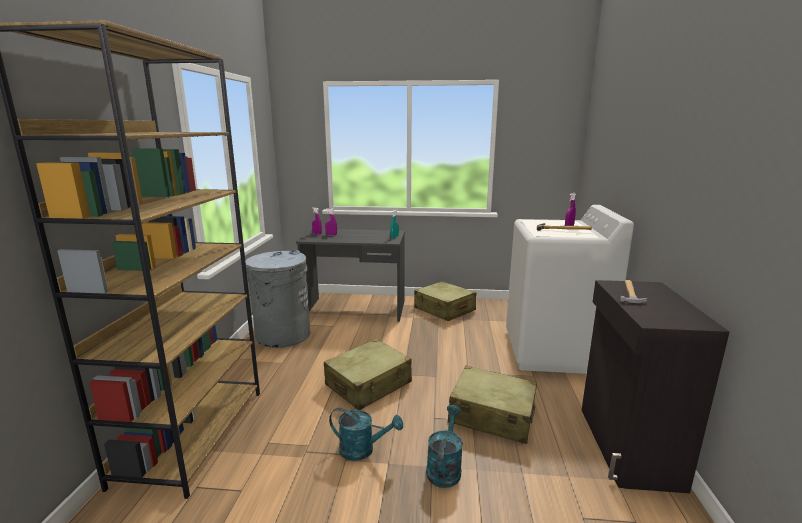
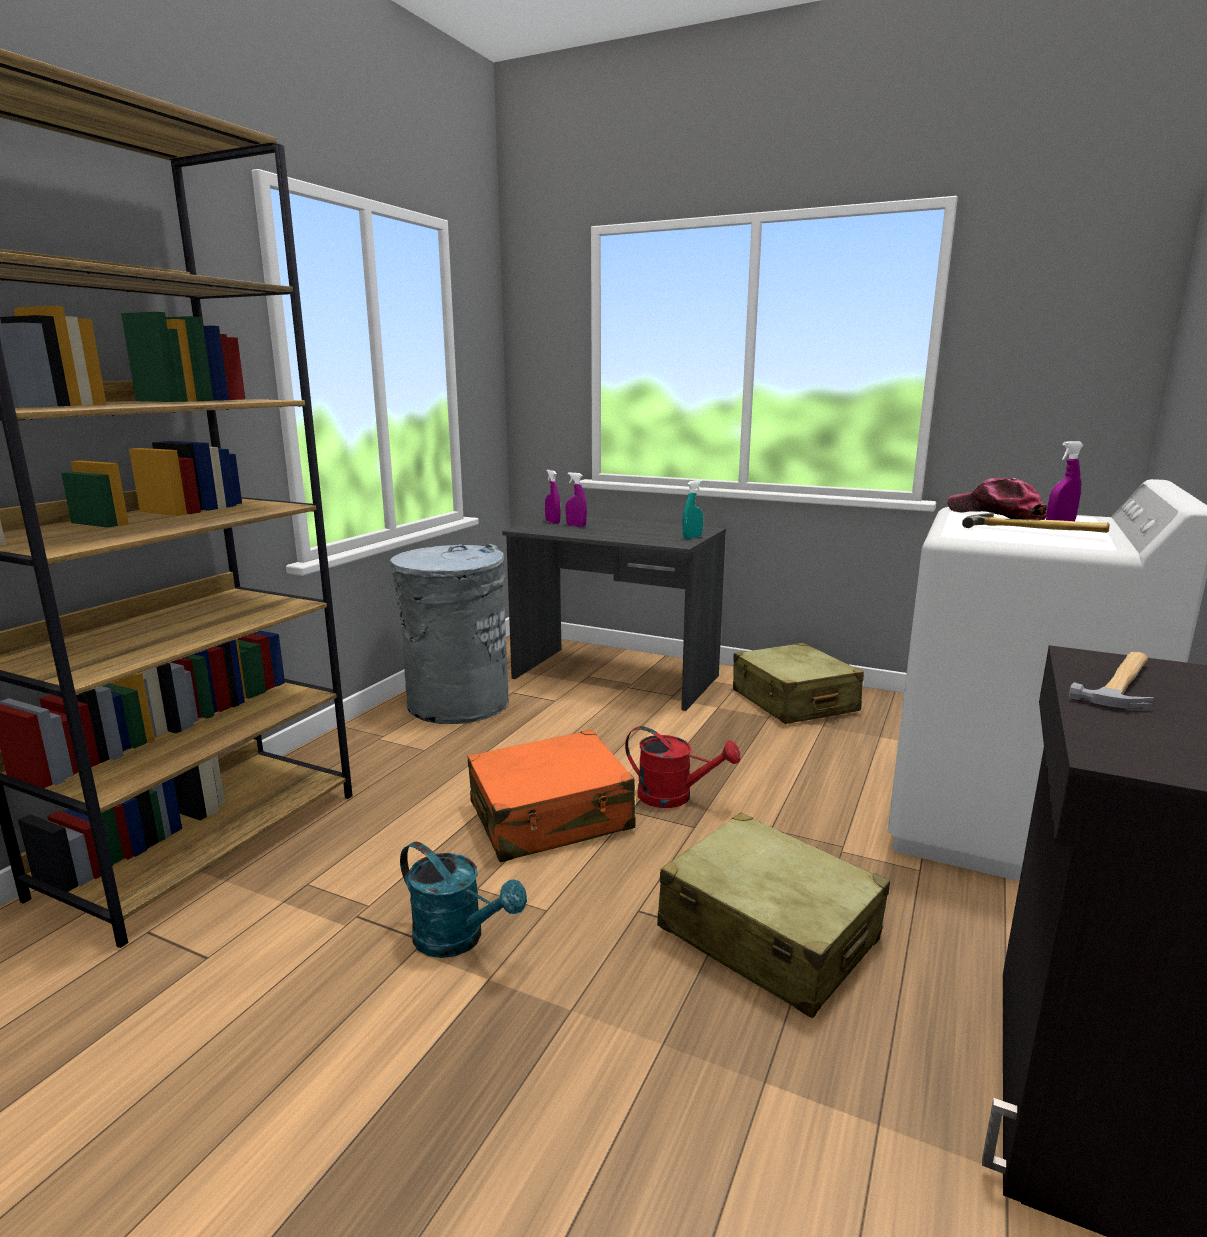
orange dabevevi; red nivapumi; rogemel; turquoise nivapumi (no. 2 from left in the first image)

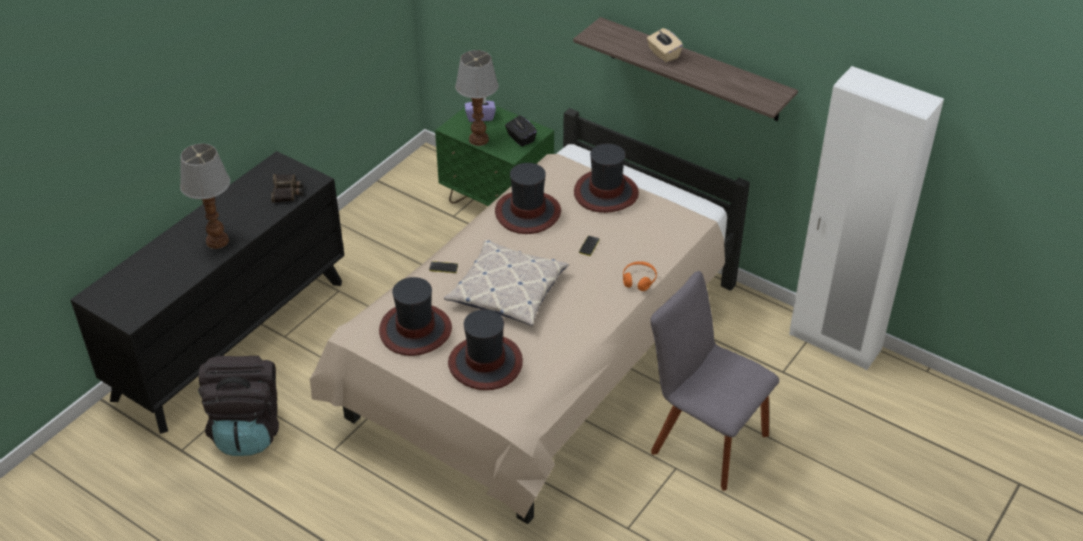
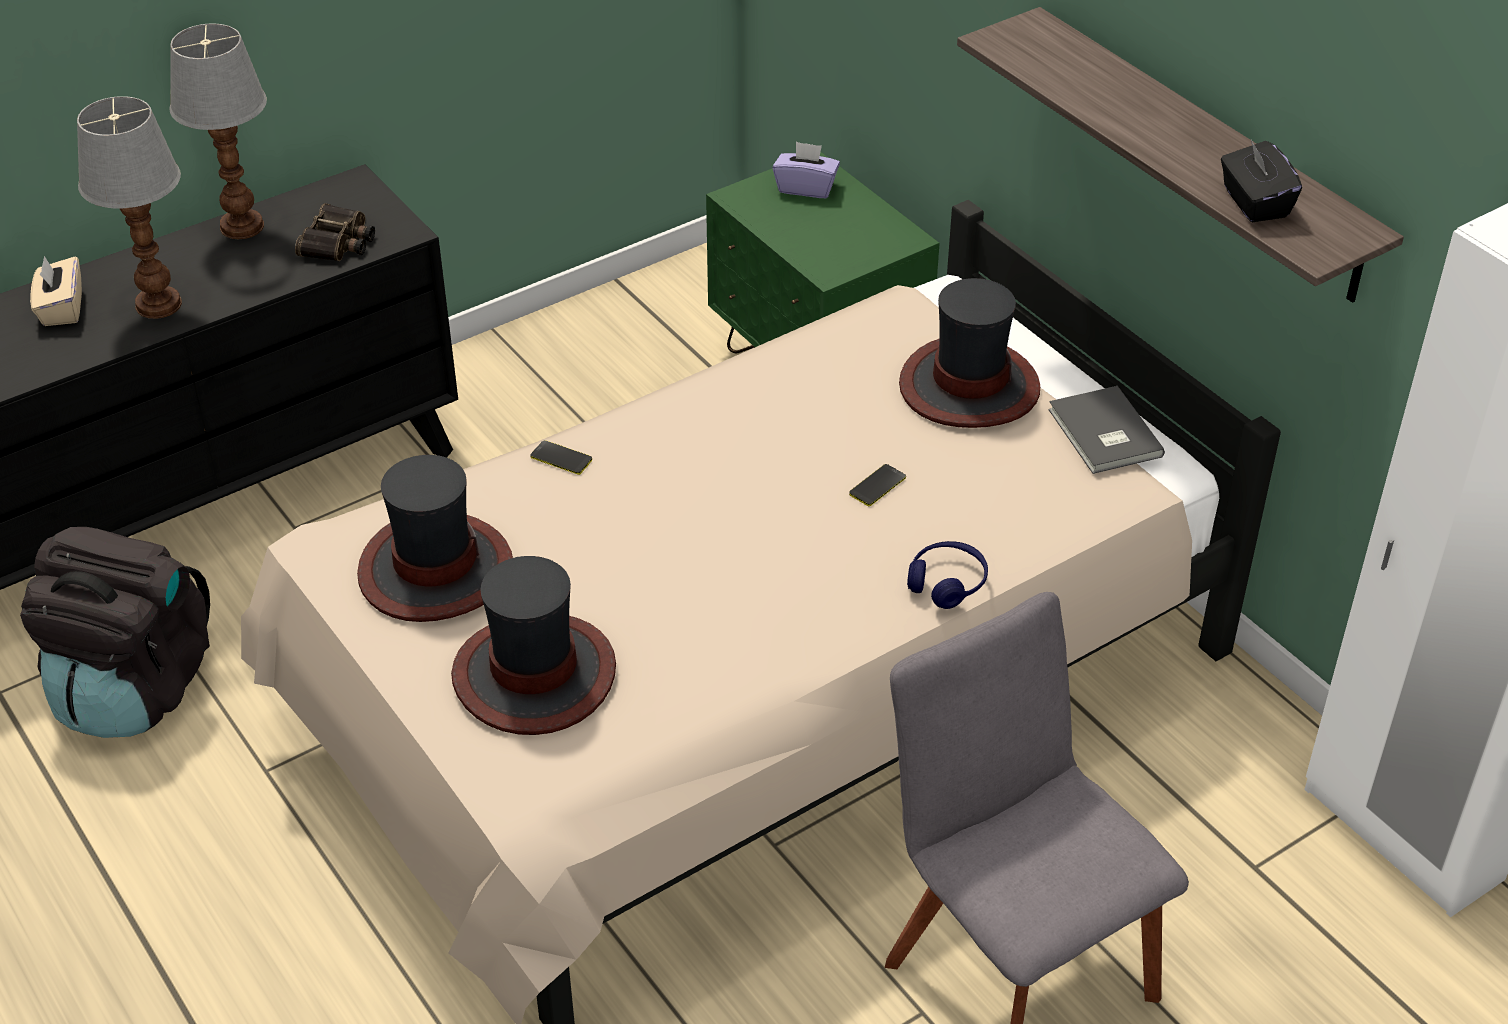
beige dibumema; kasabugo (no. 2 from left); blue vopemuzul; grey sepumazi; black dibumema; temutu; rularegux (no. 3 from left in the first image)

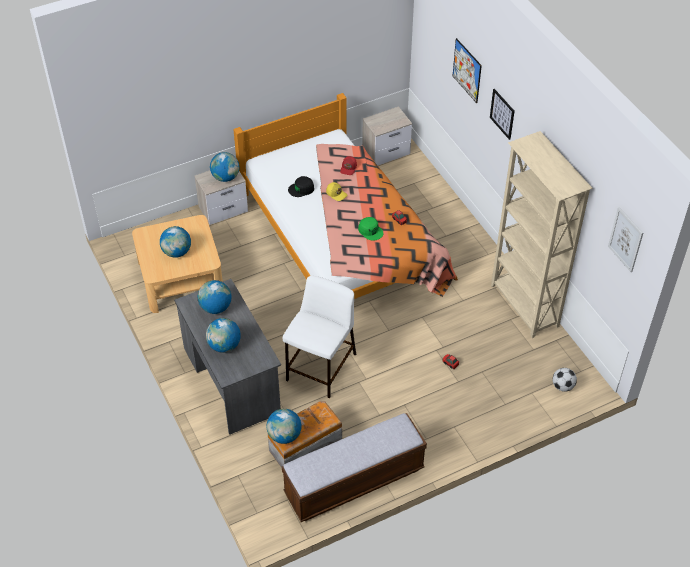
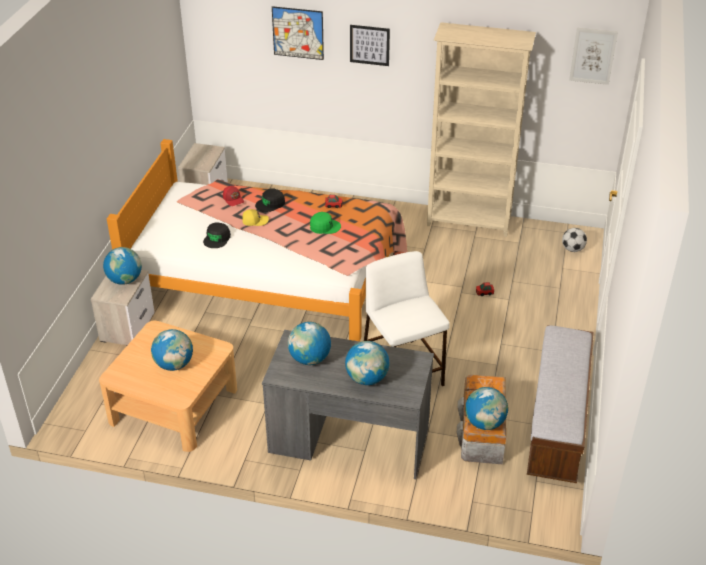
black rogemel (no. 2 from left)

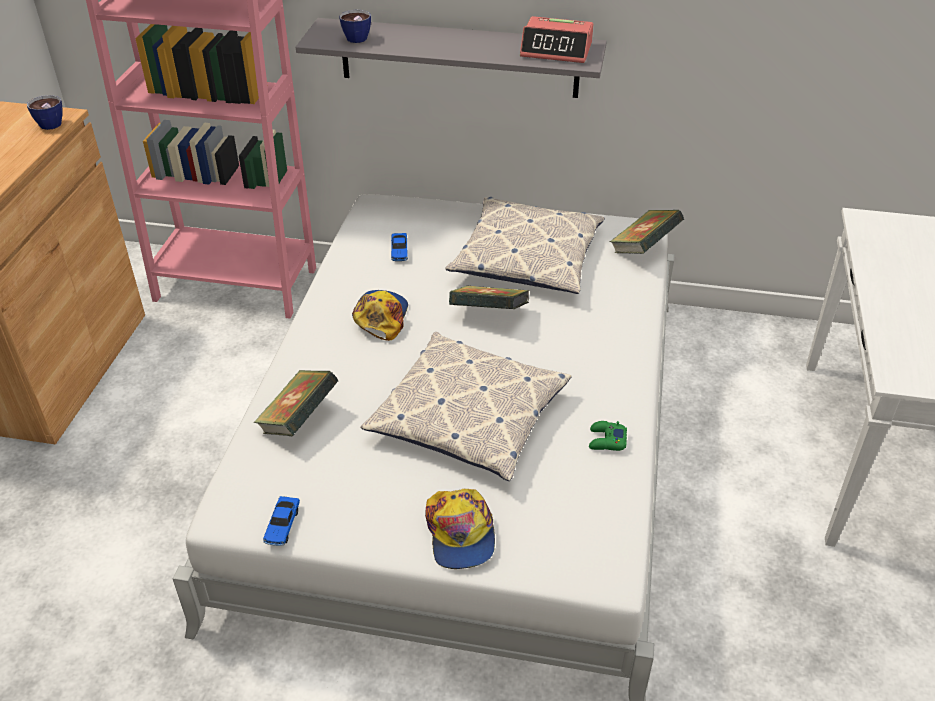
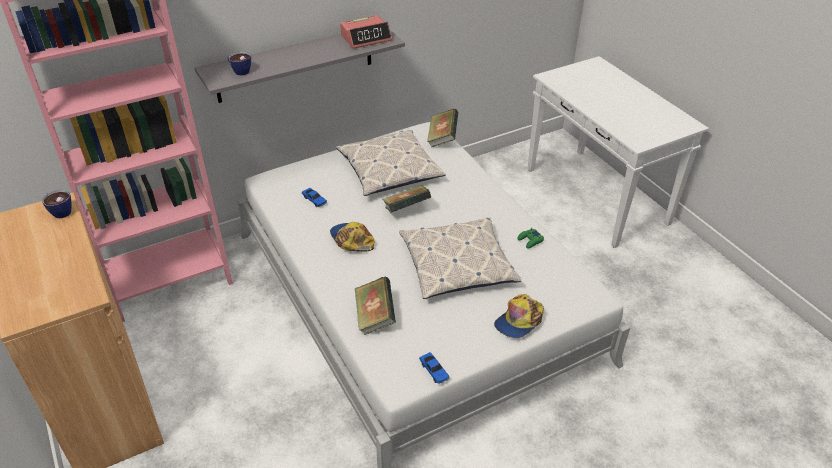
rogemel (no. 2 from left)

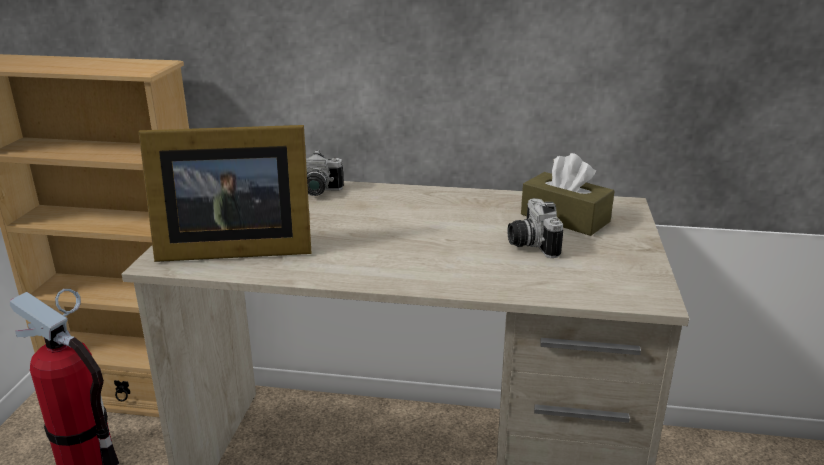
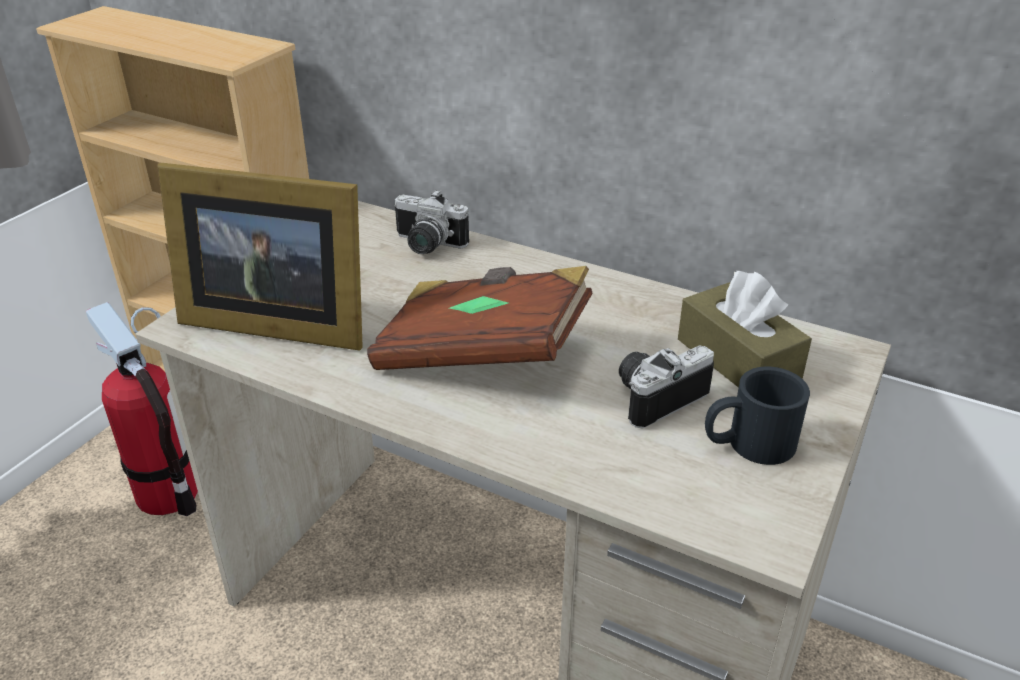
brown sepumazi; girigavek (no. 2 from left); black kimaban

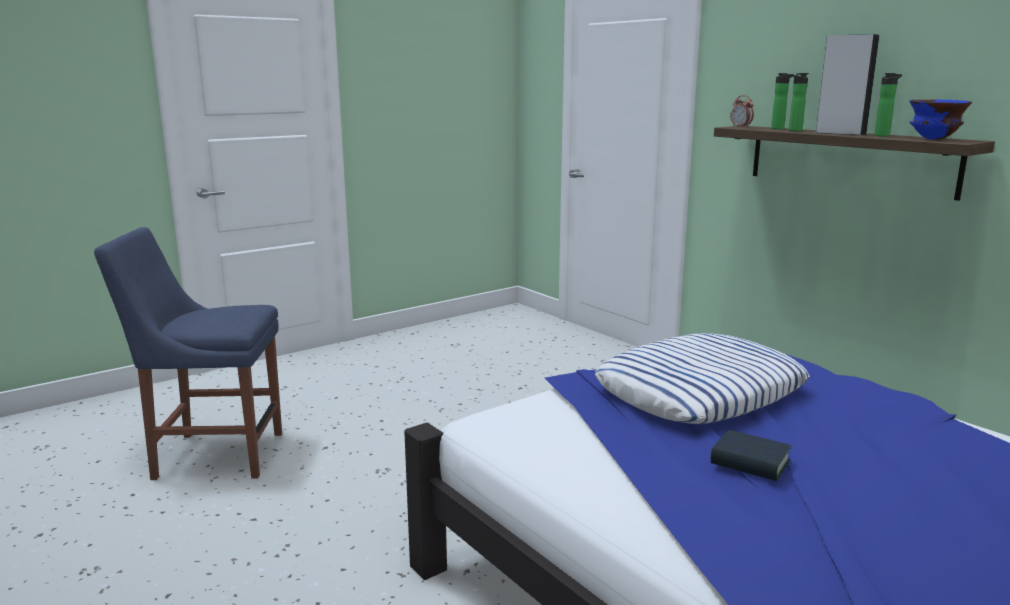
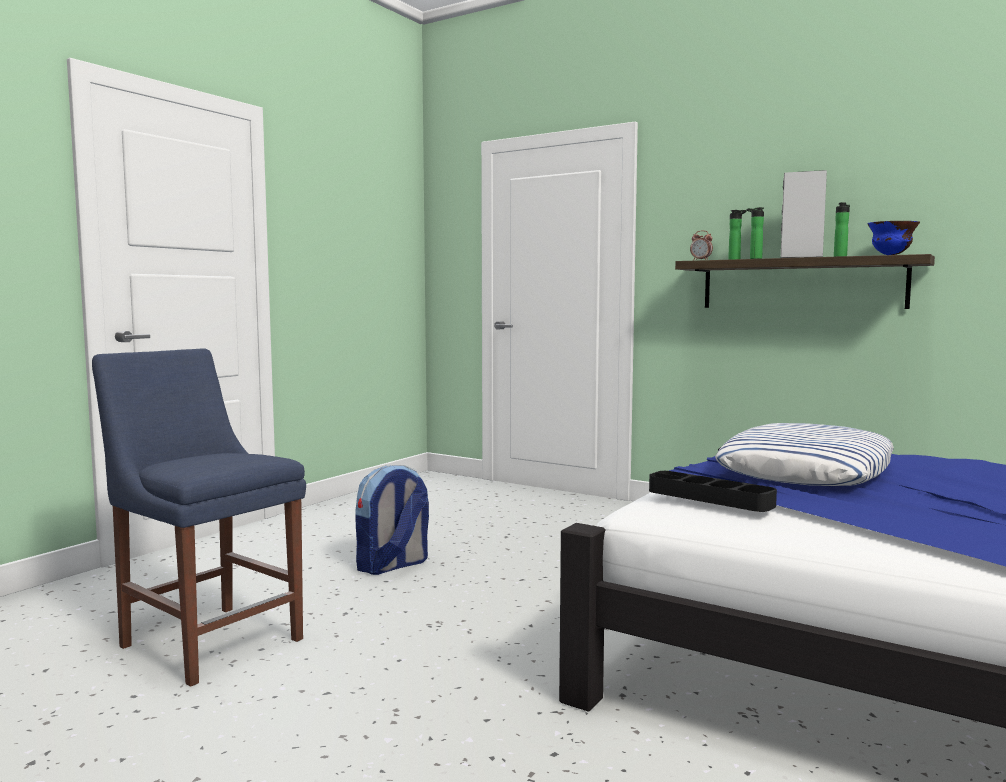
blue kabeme; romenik; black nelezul; sepumazi

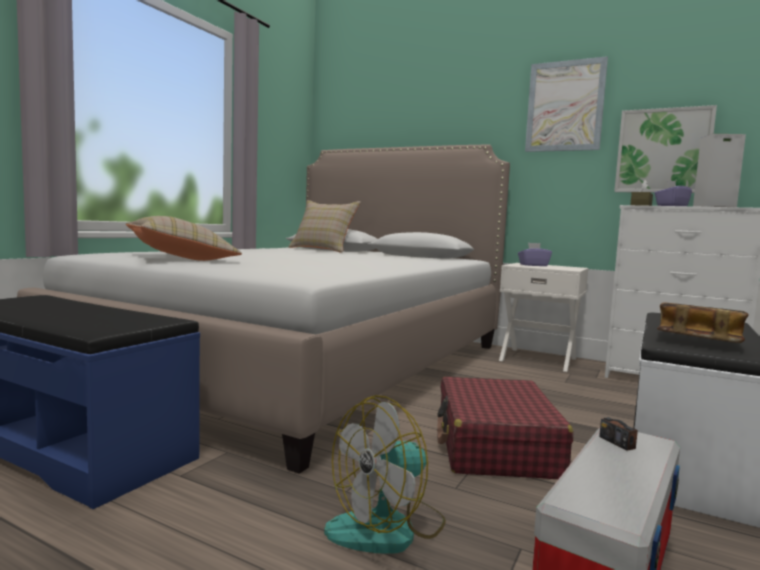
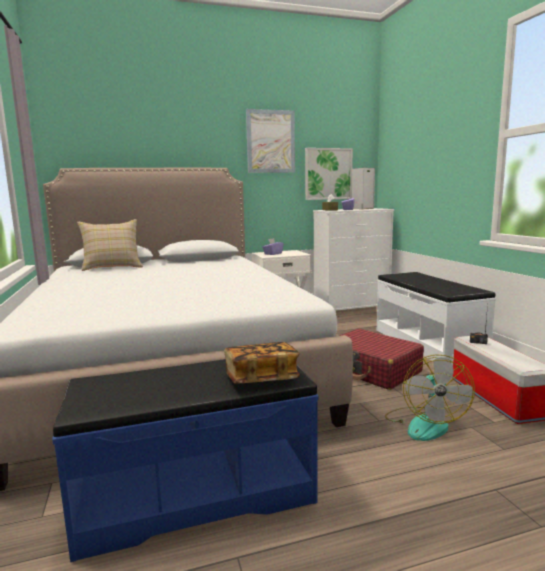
sepumazi; beige temutu (no. 1 from left in the first image)

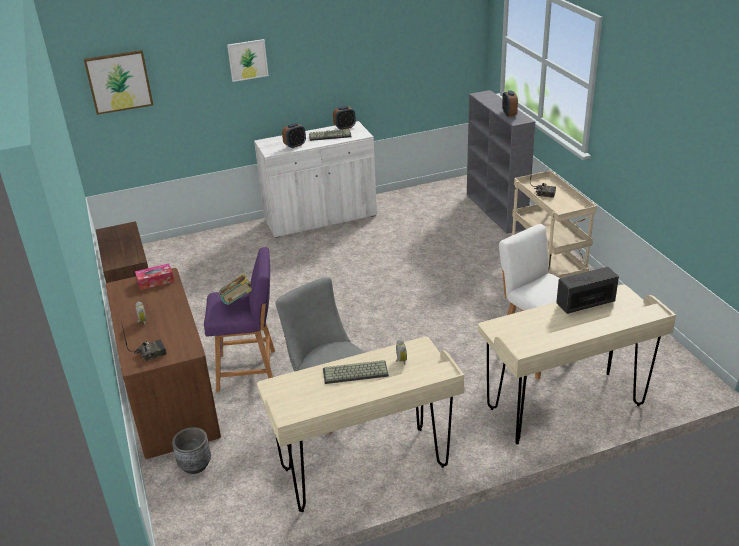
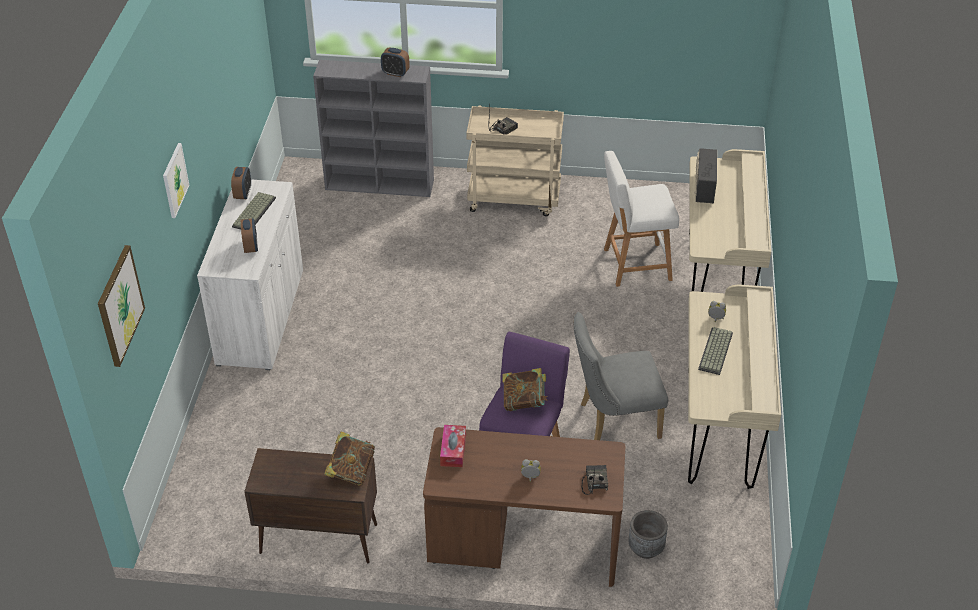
sepumazi (no. 1 from left)

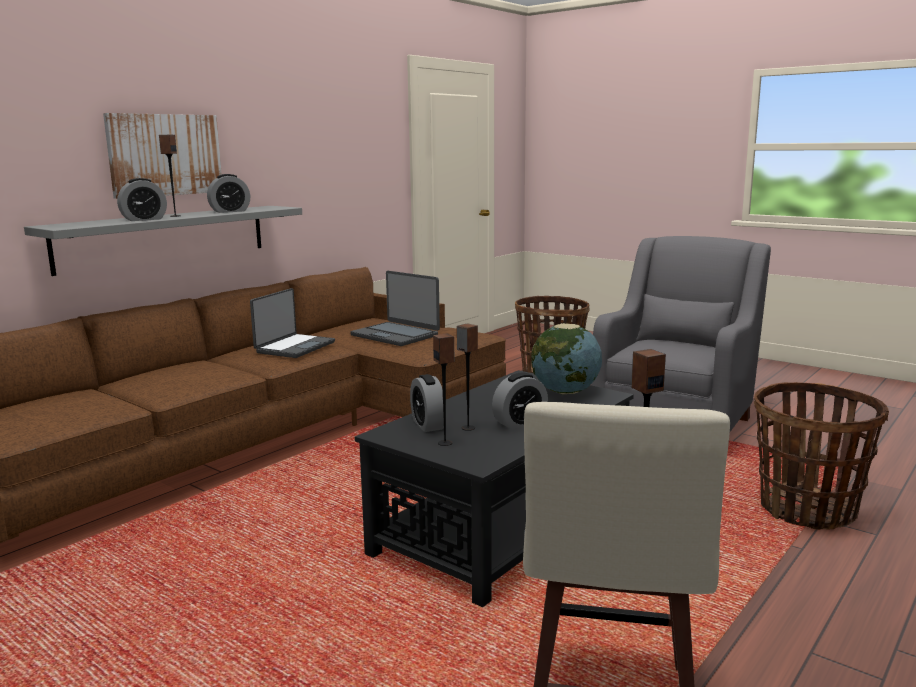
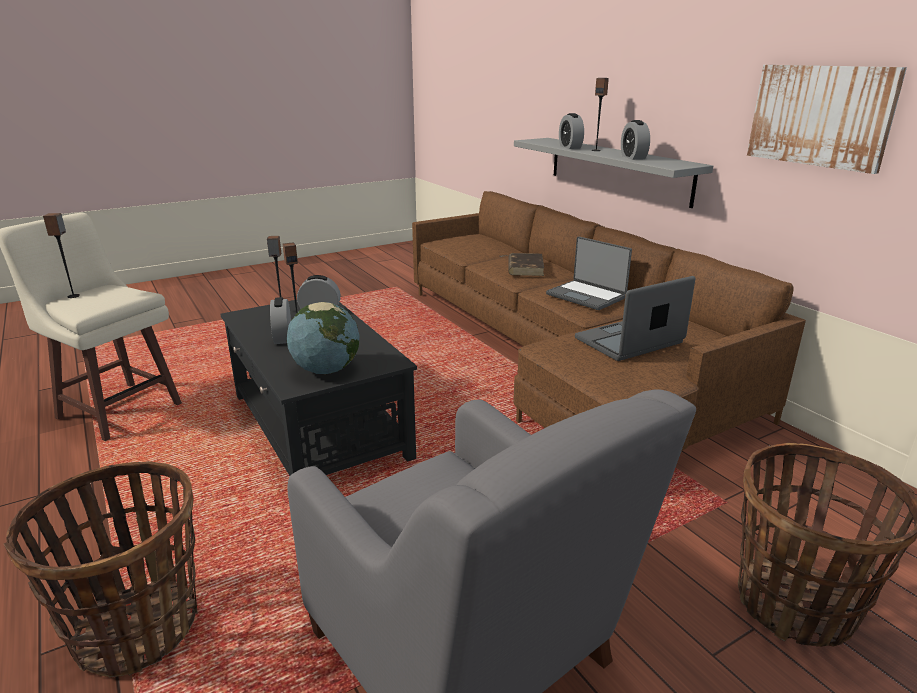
brown sepumazi; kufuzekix

